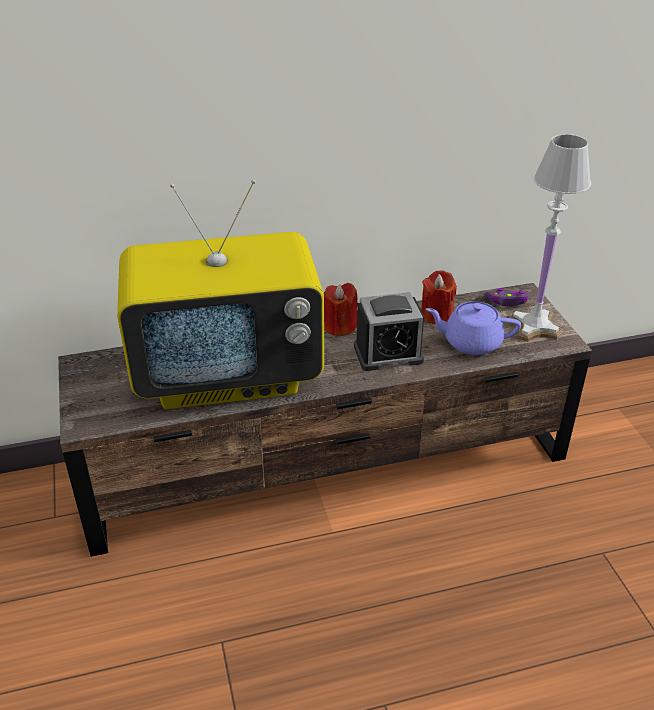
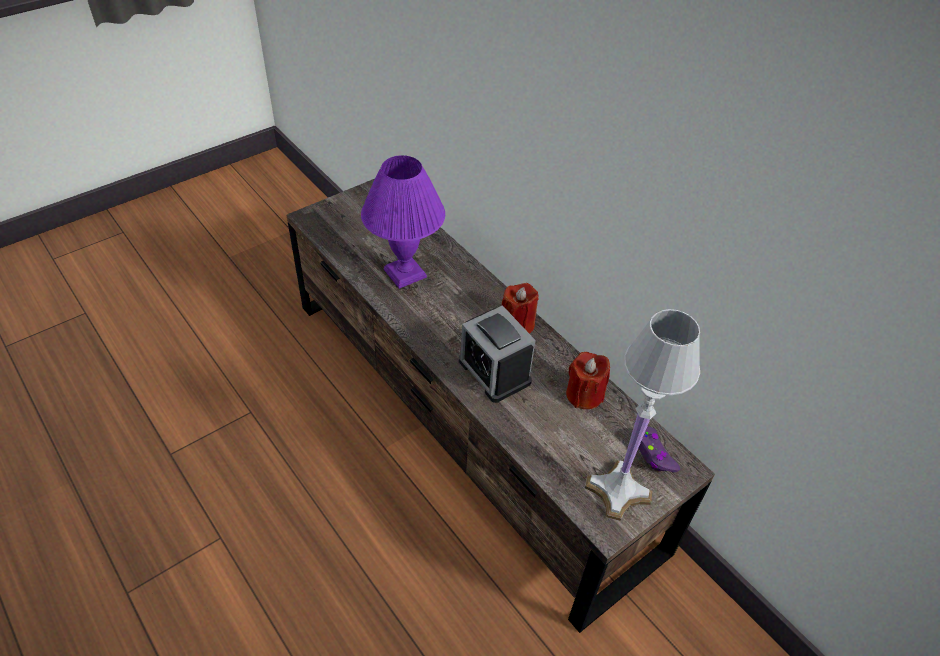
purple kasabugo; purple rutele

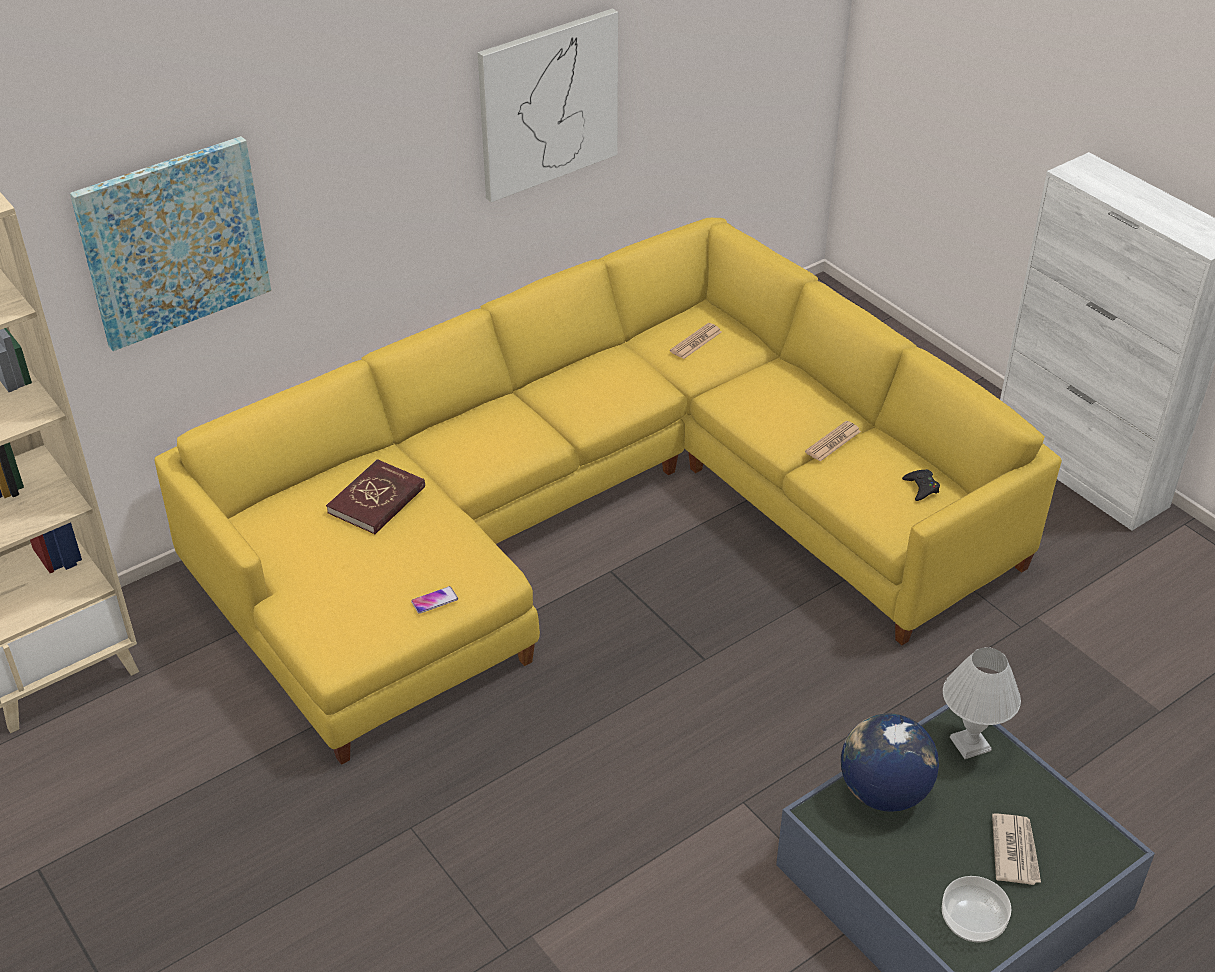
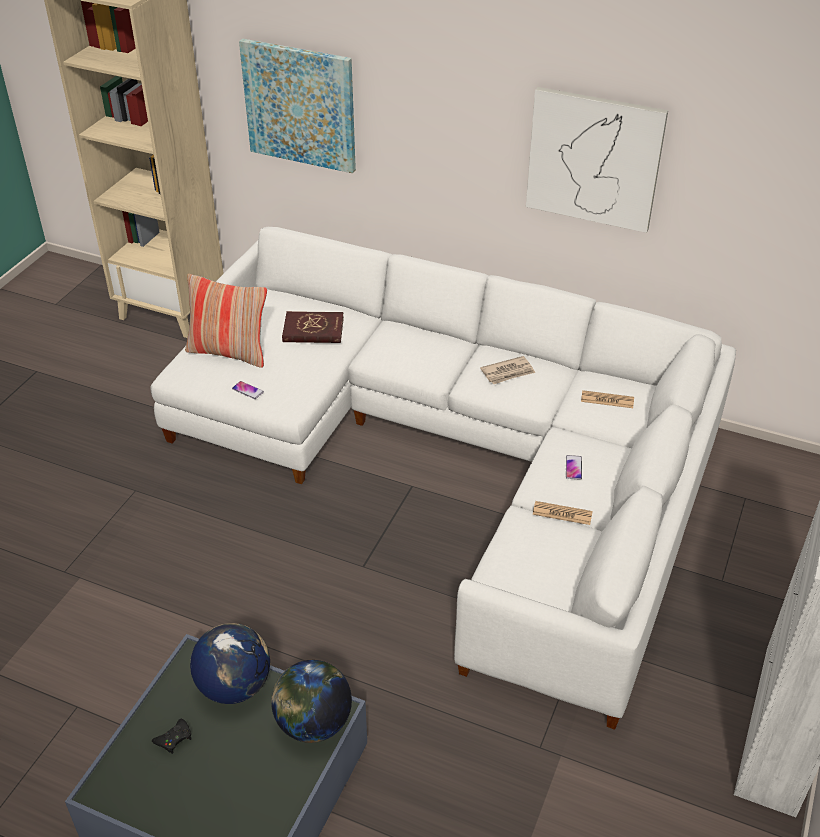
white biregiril; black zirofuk; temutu; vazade (no. 2 from left); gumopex (no. 1 from left); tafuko (no. 2 from left); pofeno

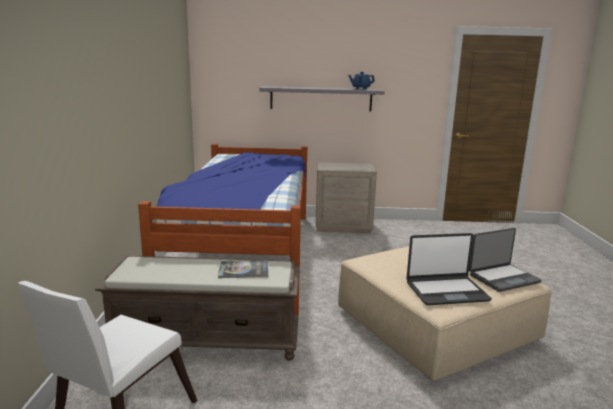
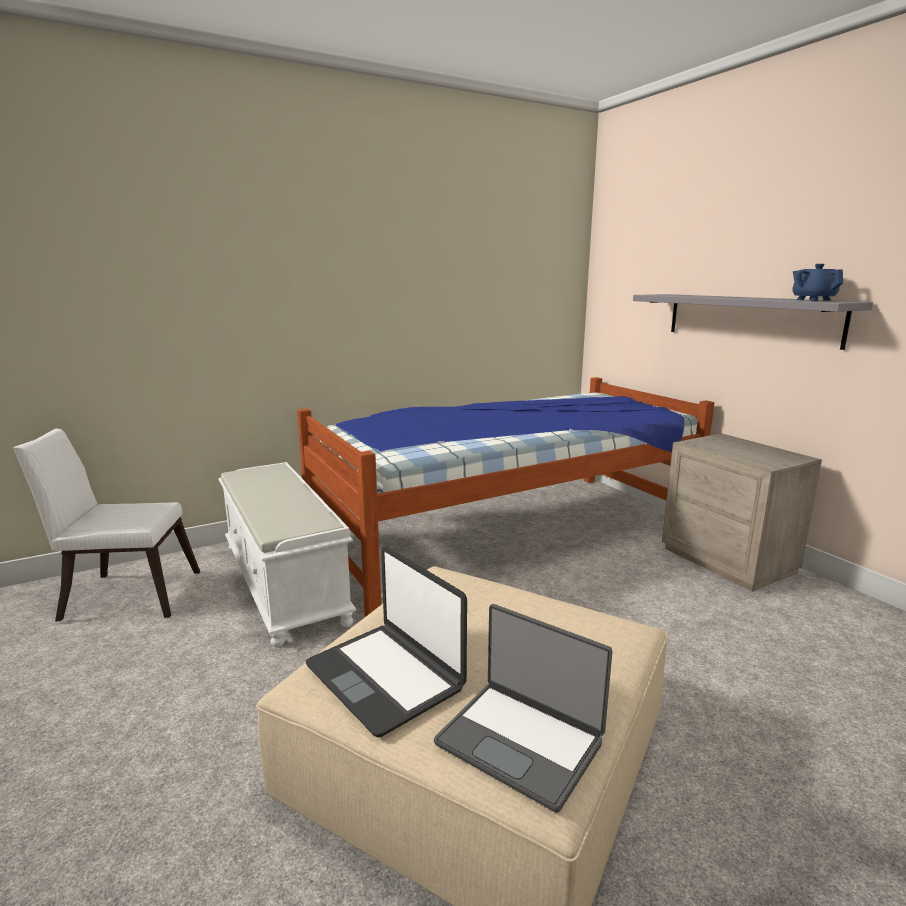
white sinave; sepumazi

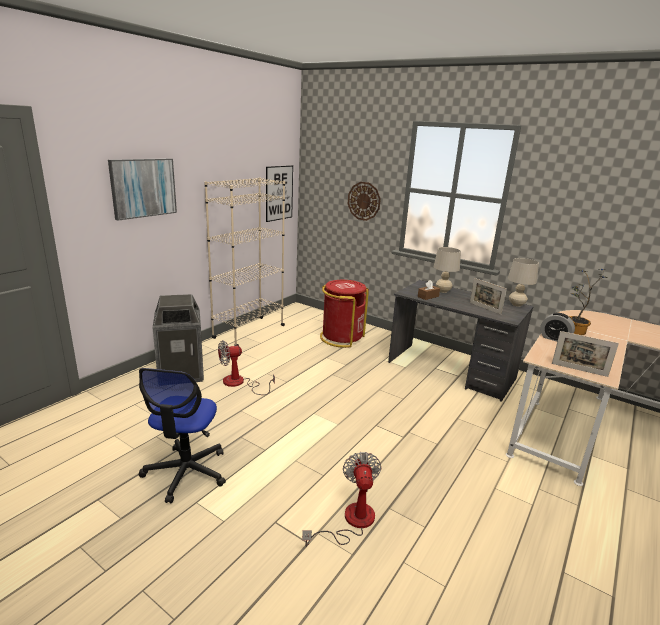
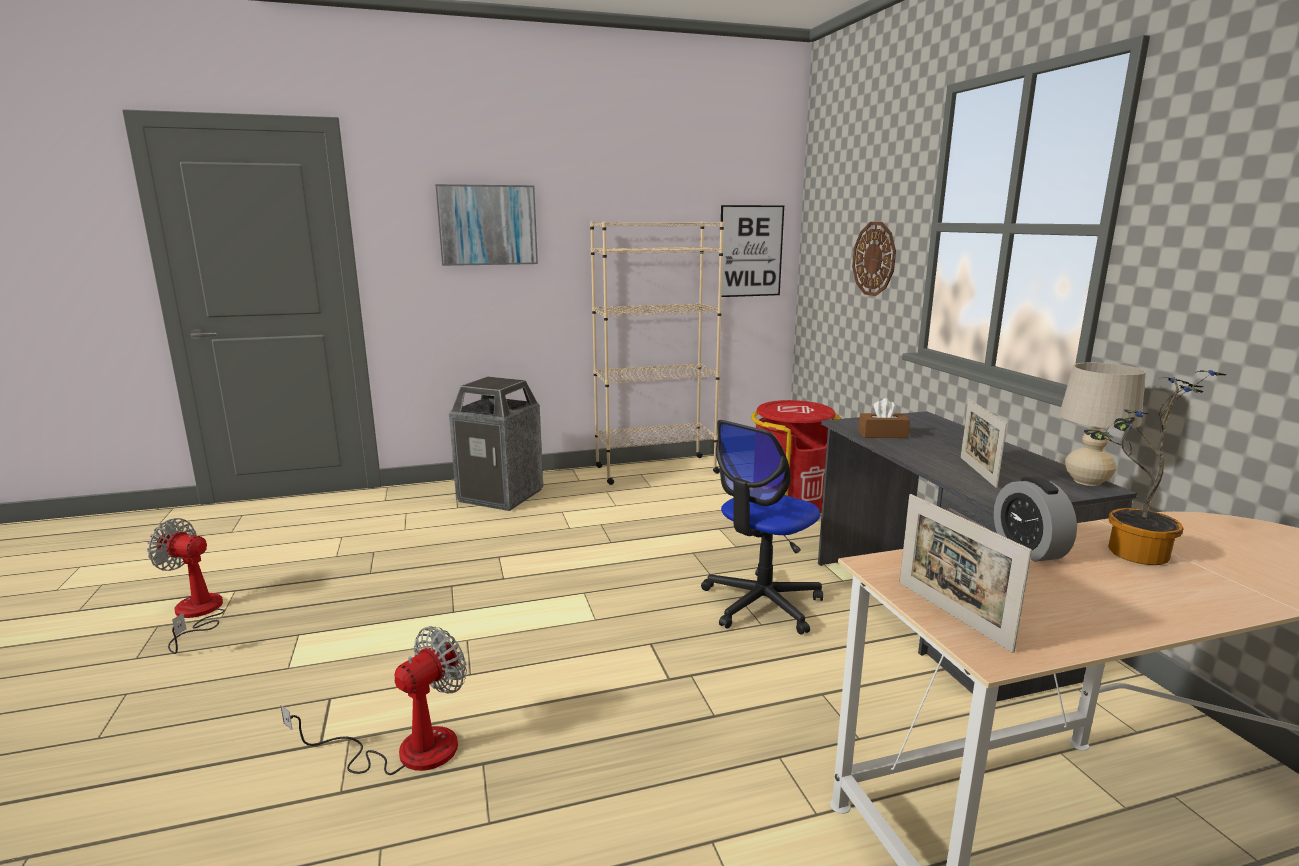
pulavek (no. 1 from left); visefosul; beige kasabugo (no. 1 from left in the first image)

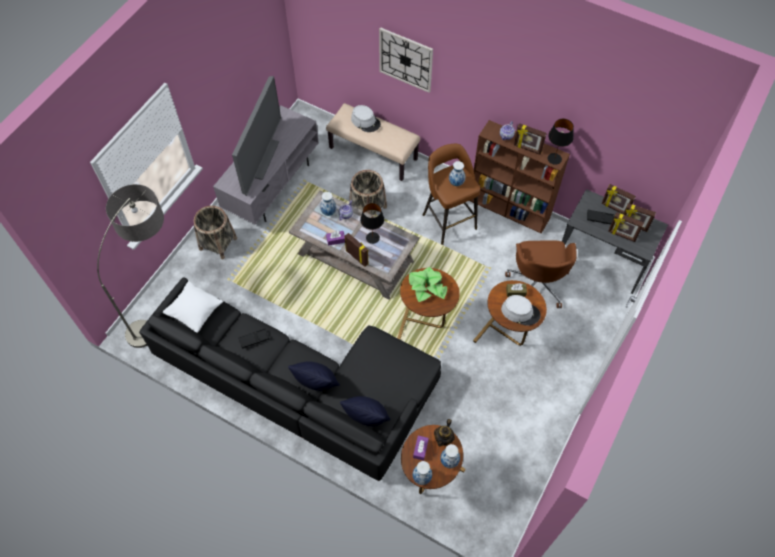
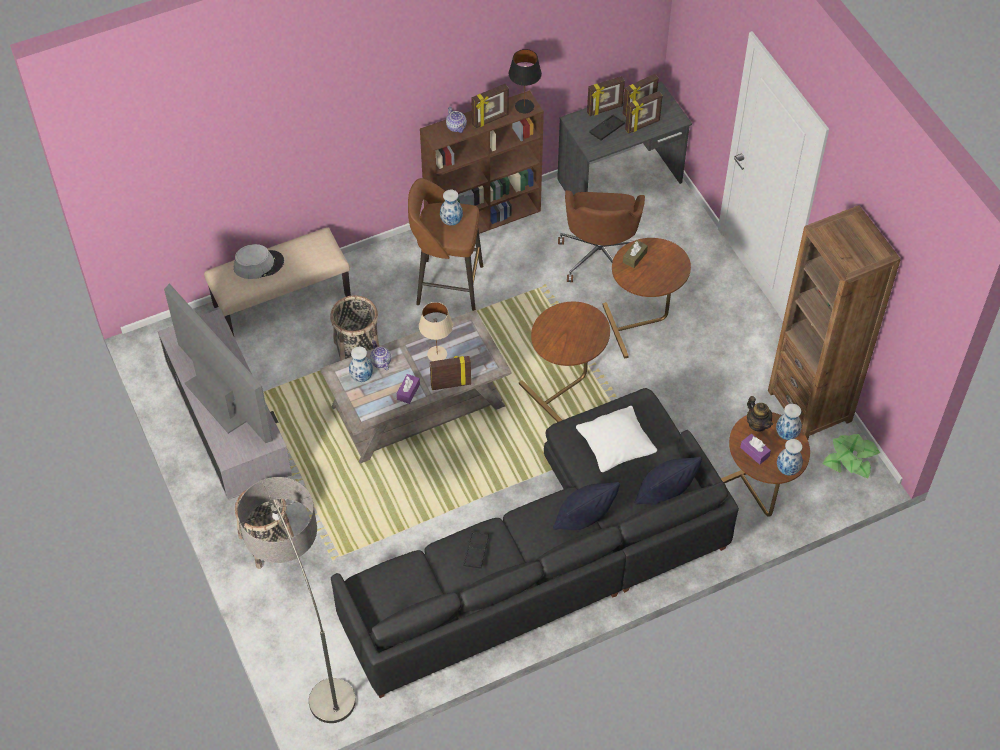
beige kasabugo; brown visefosul; white temutu; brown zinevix (no. 2 from left); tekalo; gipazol; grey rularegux (no. 2 from left in the first image)

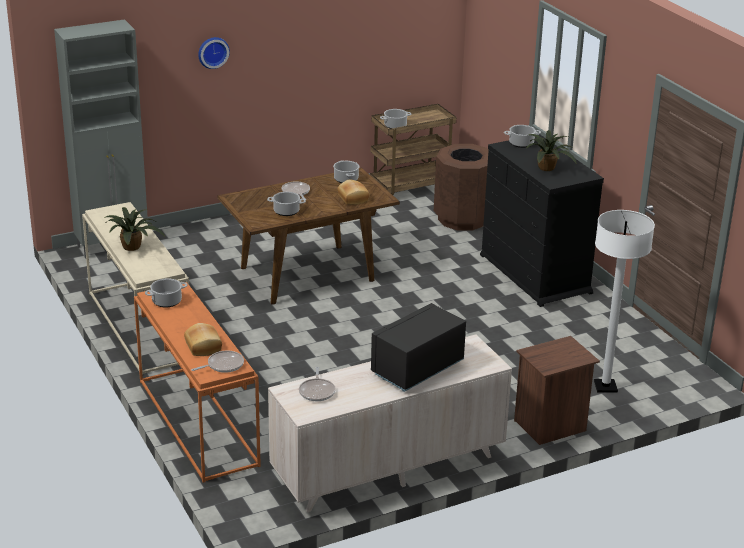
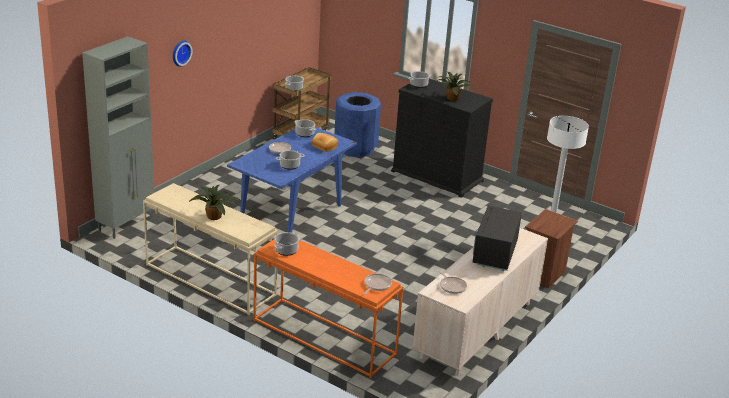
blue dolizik; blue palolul; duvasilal (no. 1 from left in the first image)

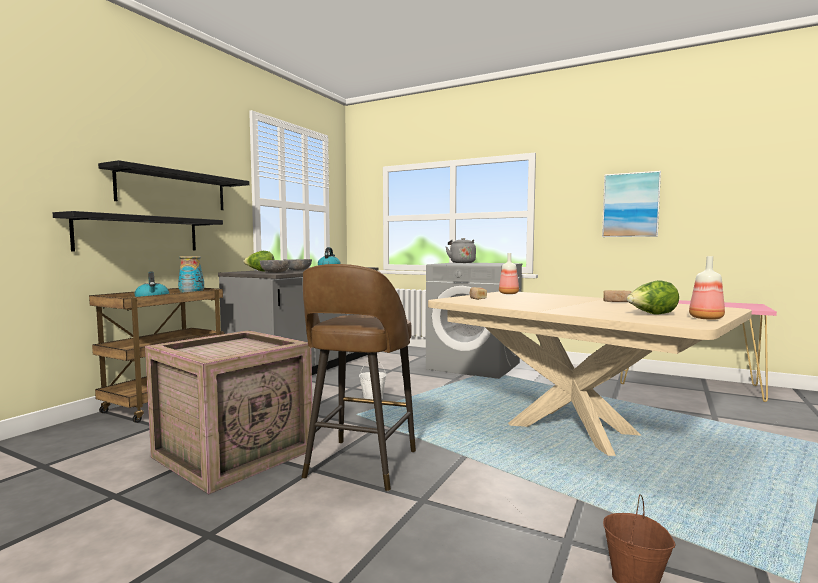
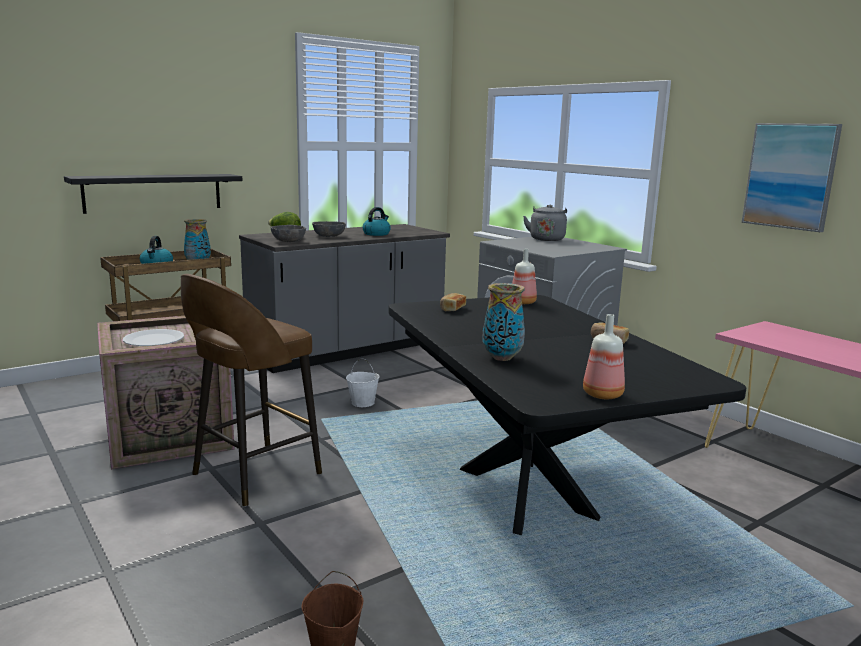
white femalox; black dolizik; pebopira (no. 2 from left); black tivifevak (no. 2 from left in the first image); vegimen (no. 2 from left in the first image)

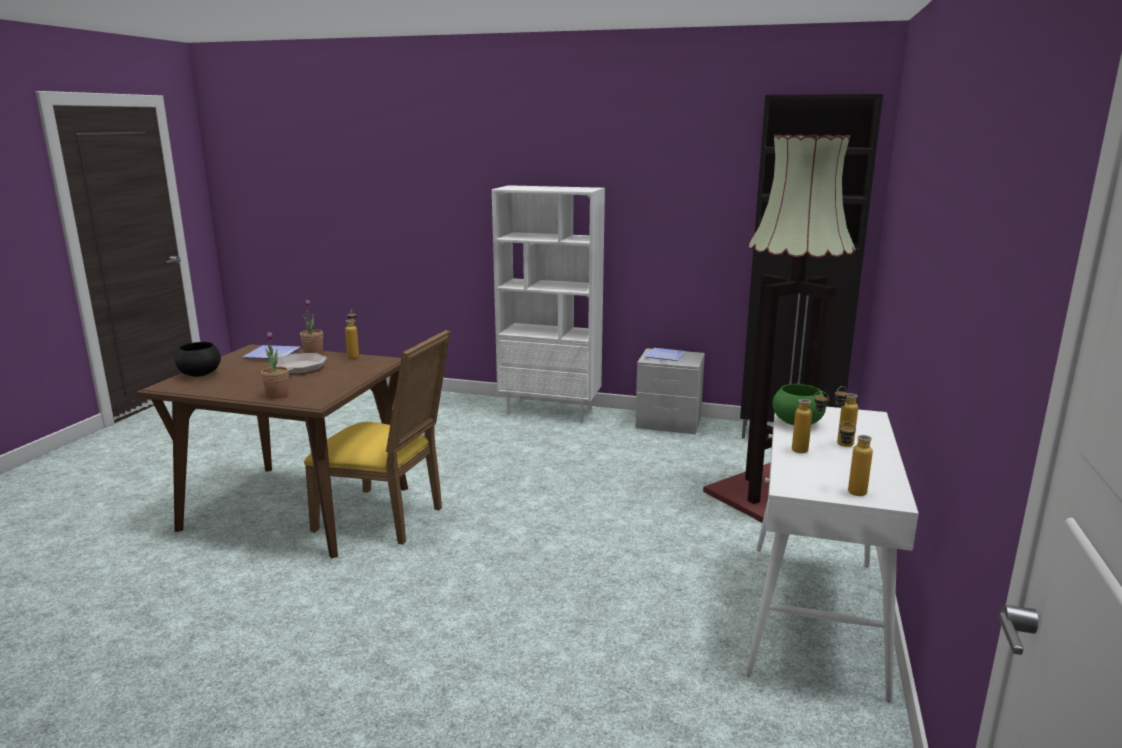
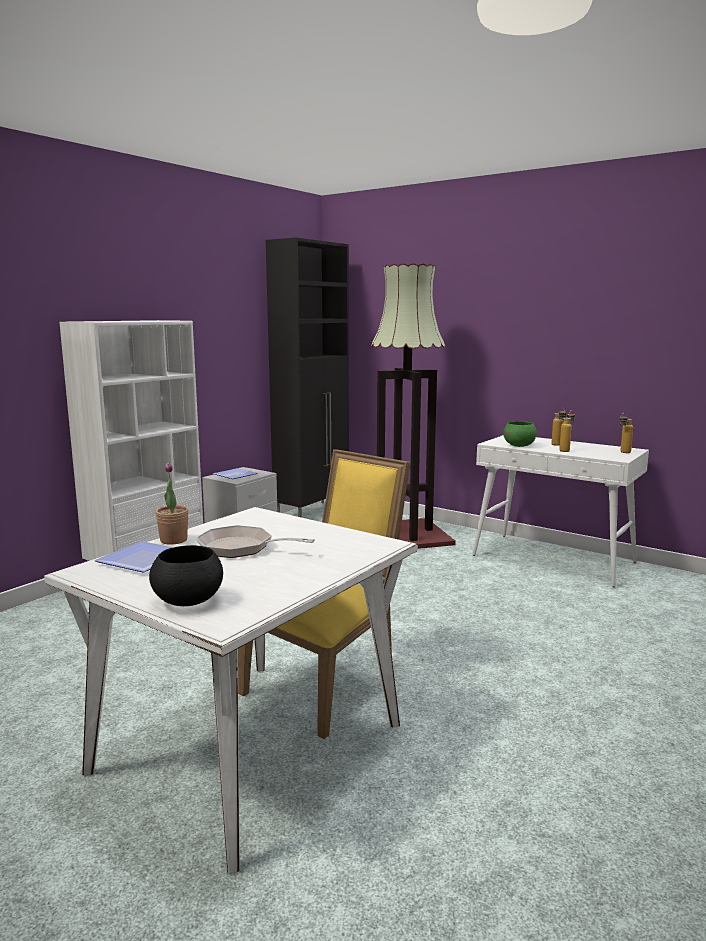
white dolizik; tekalo (no. 1 from left in the first image); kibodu (no. 1 from left in the first image)

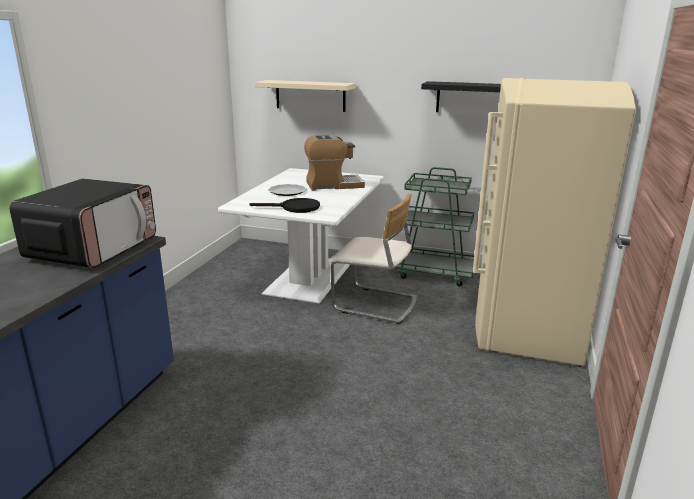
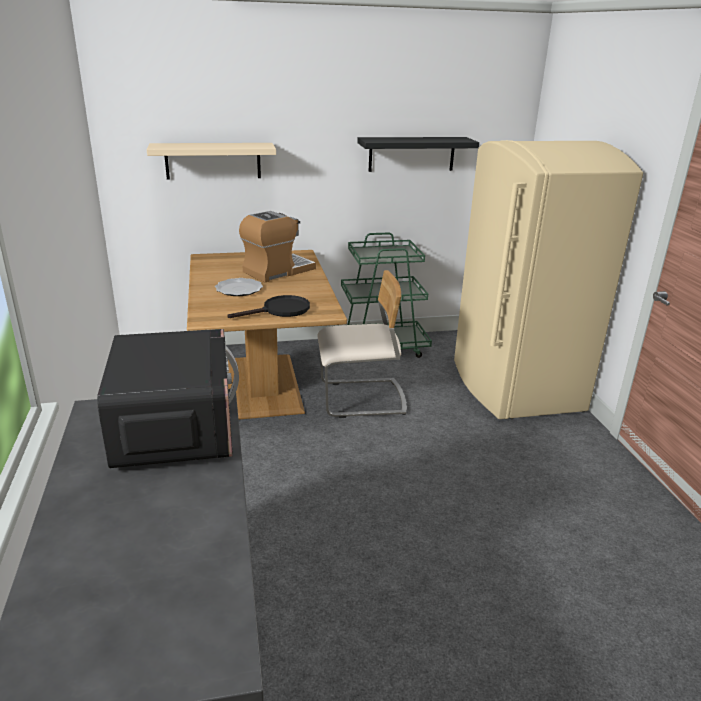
brown dolizik

